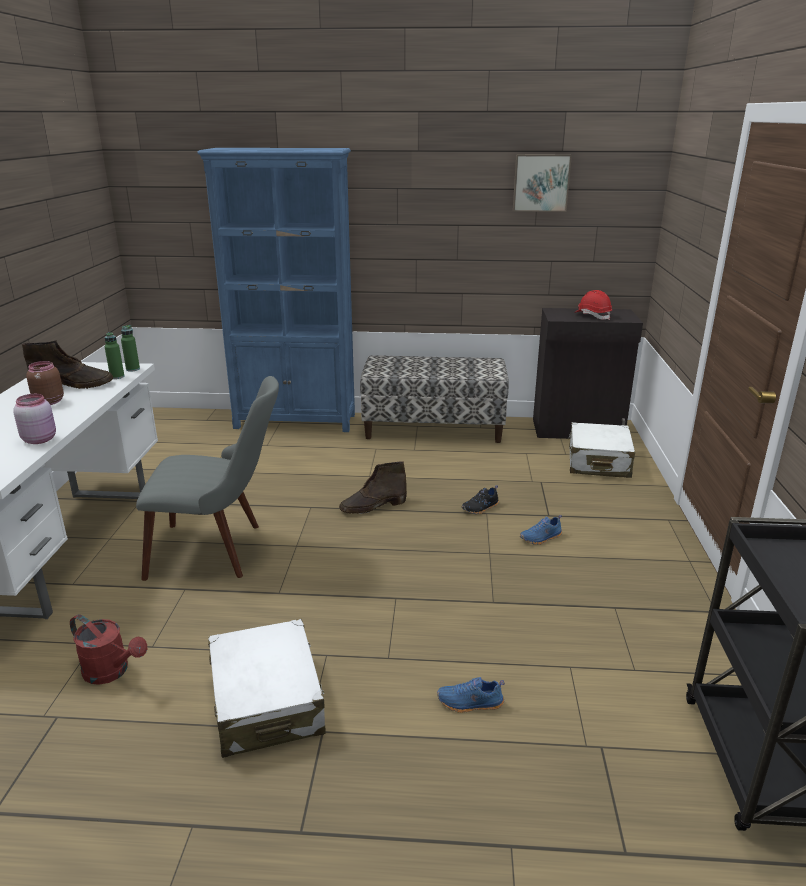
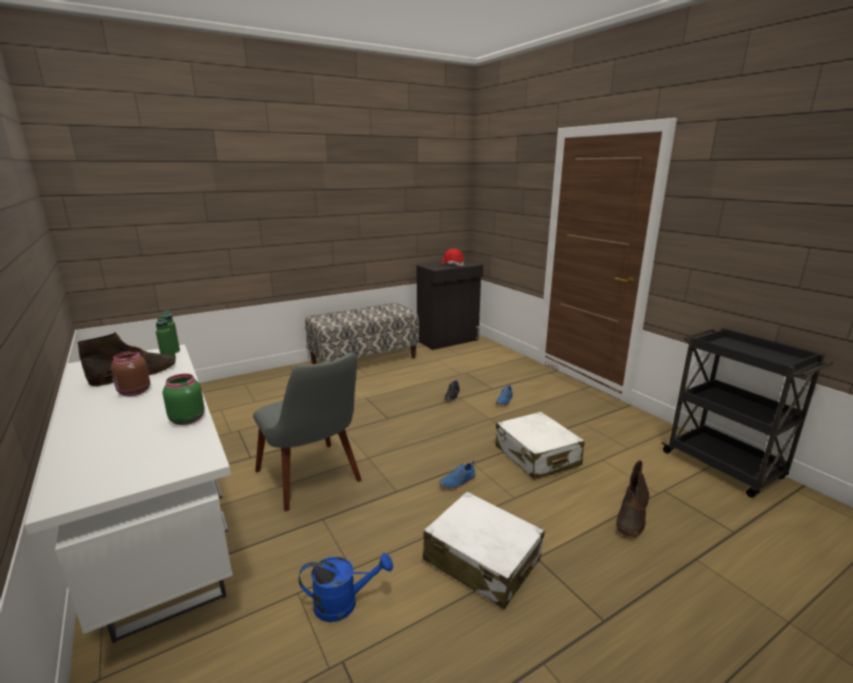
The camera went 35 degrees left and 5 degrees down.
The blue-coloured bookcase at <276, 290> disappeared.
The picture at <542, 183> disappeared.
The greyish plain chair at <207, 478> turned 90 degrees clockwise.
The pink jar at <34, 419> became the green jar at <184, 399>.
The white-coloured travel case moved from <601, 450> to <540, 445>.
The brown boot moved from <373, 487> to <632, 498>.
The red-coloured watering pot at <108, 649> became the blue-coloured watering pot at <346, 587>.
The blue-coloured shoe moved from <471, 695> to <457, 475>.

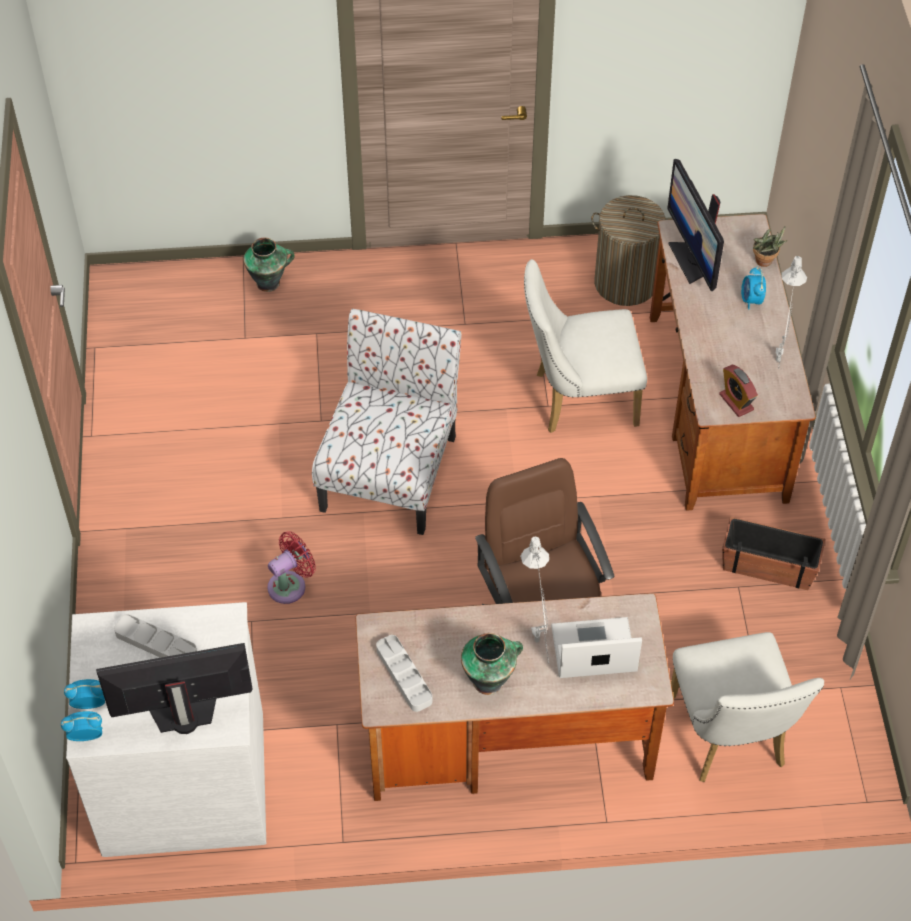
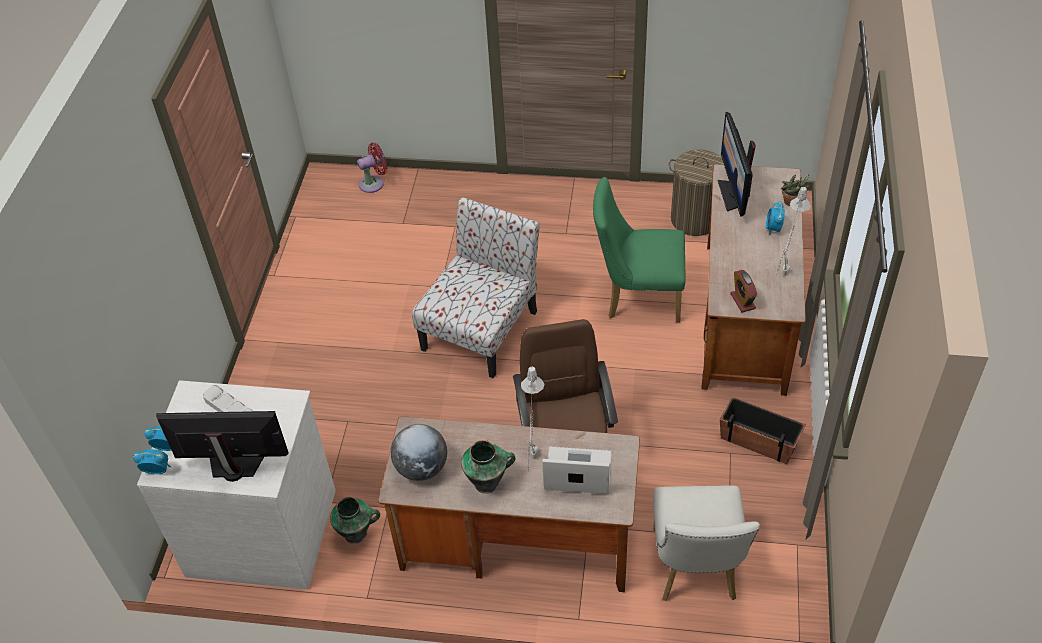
The camera went 15 degrees right and 5 degrees down.
The decorative vase moved from <269, 265> to <355, 520>.
The white-coloured plain chair at <585, 346> became the green plain chair at <639, 249>.
The red-coloured electric fan moved from <291, 567> to <372, 167>.
The greyish tray at <404, 673> was replaced by the world globe at <419, 452>.

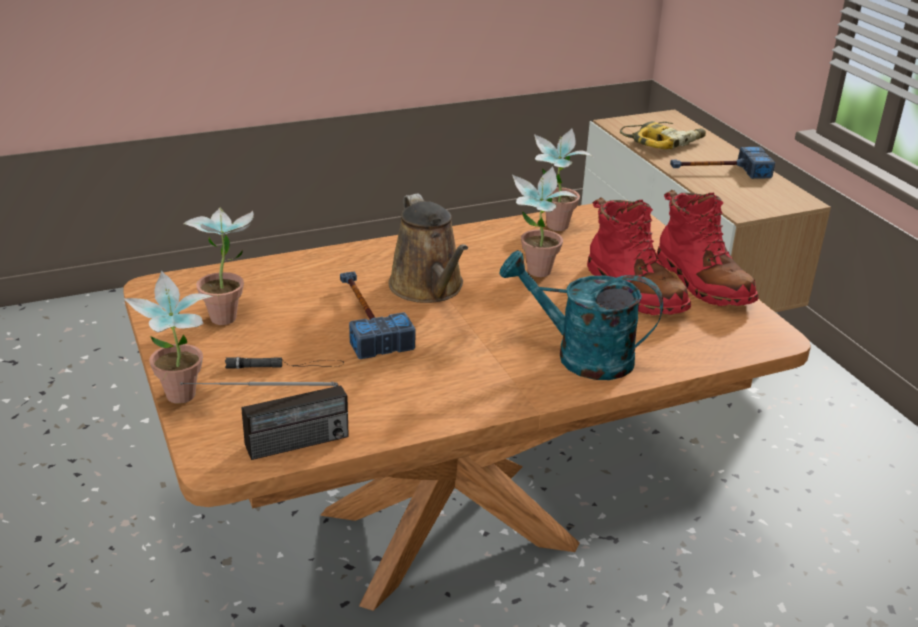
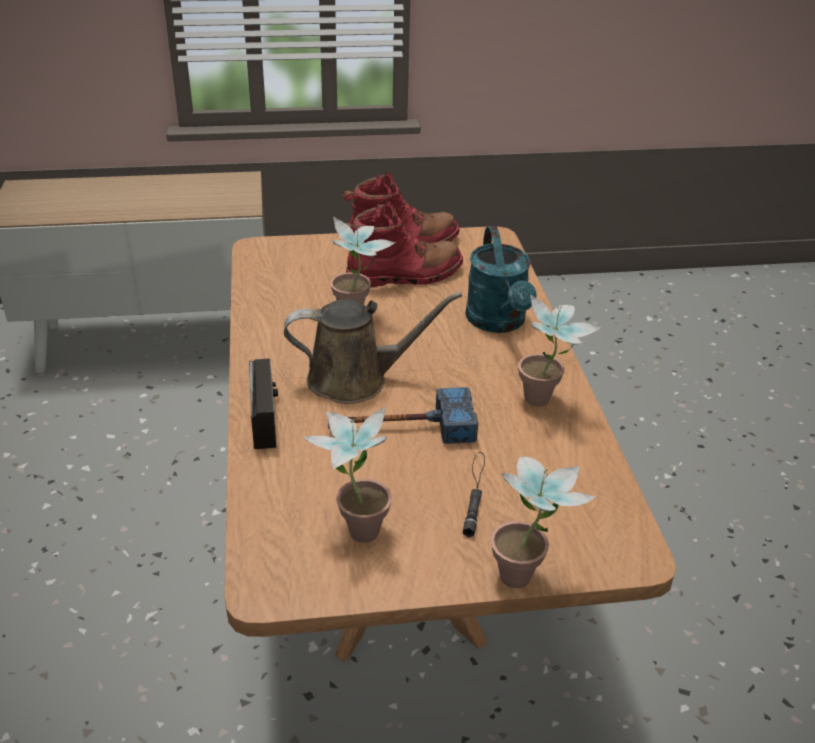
The camera went 75 degrees left and 5 degrees up.
The electric drill at <663, 135> disappeared.
The houseplant moved from <563, 179> to <559, 350>.
The tool hammer at <722, 163> disappeared.
The turquoise-coloured watering pot at <581, 315> turned 45 degrees counterclockwise.
The radio receiver moved from <264, 421> to <263, 403>.

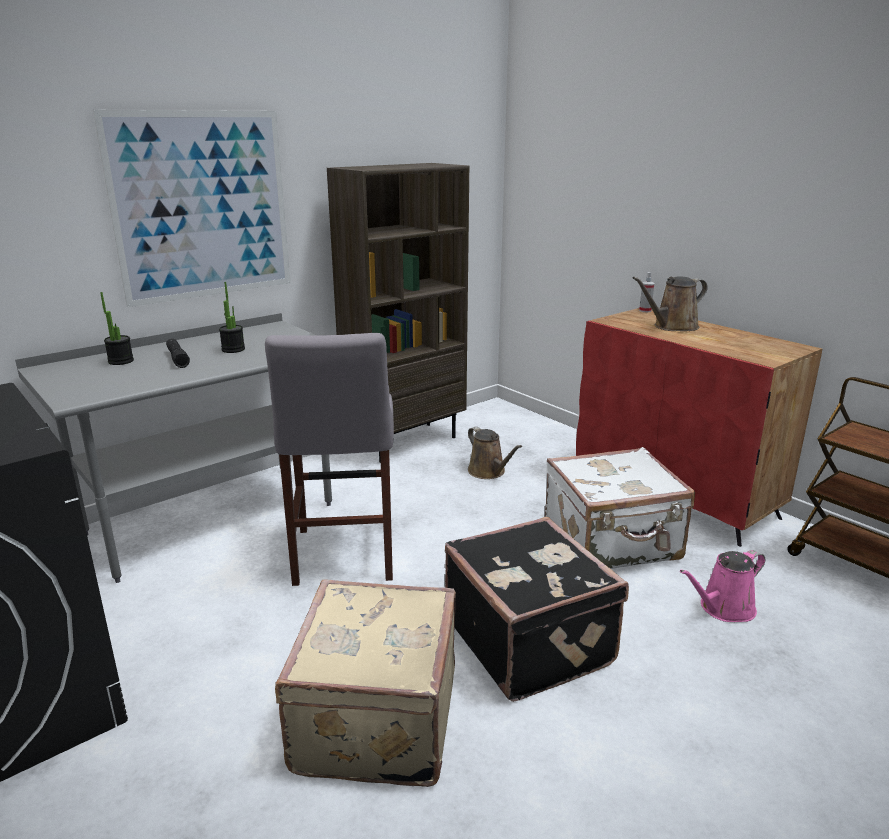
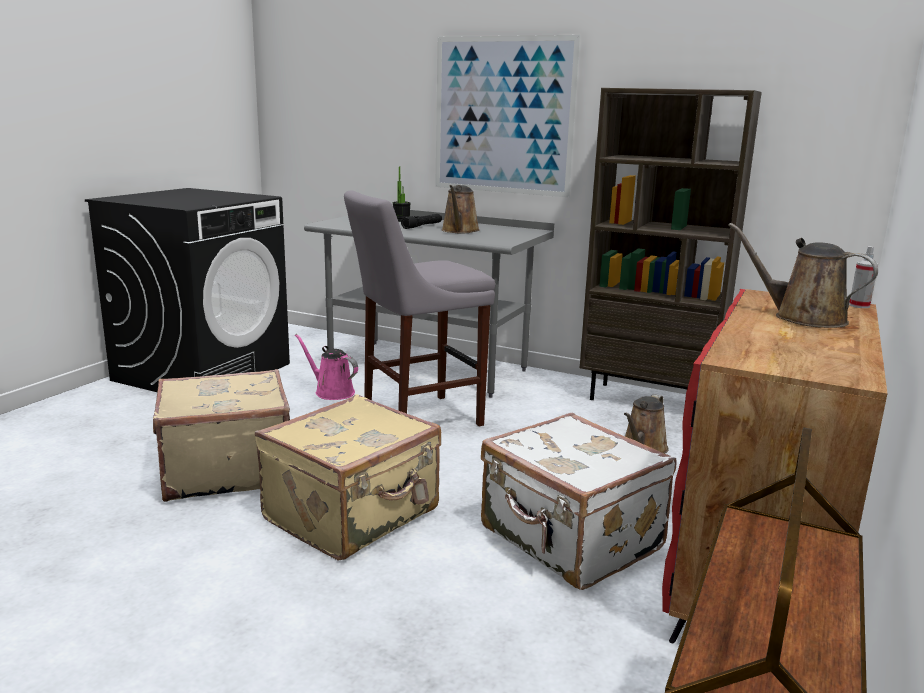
The camera went 65 degrees right and 5 degrees down.
The houseplant at <232, 317> was replaced by the brown watering pot at <460, 209>.
The black travel case at <537, 609> became the beige travel case at <348, 477>.
The pink watering pot moved from <722, 586> to <326, 367>.

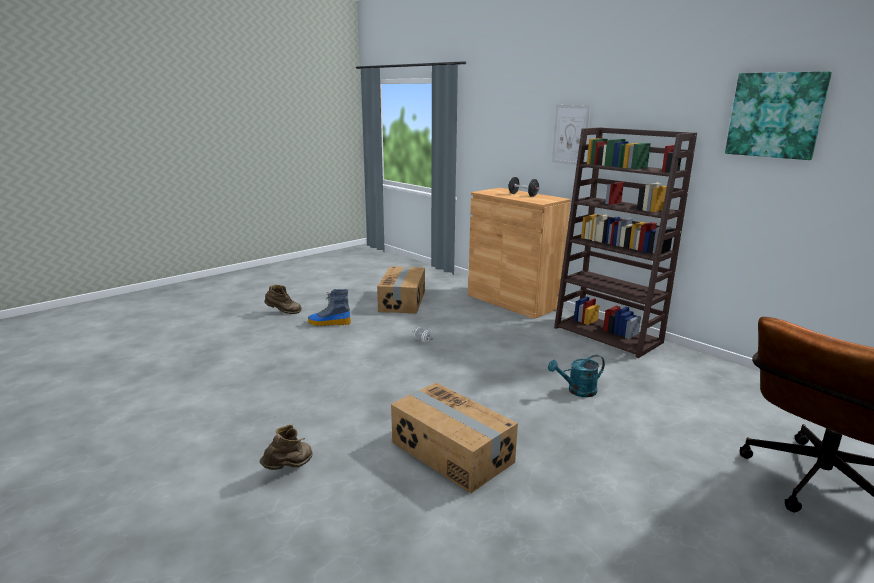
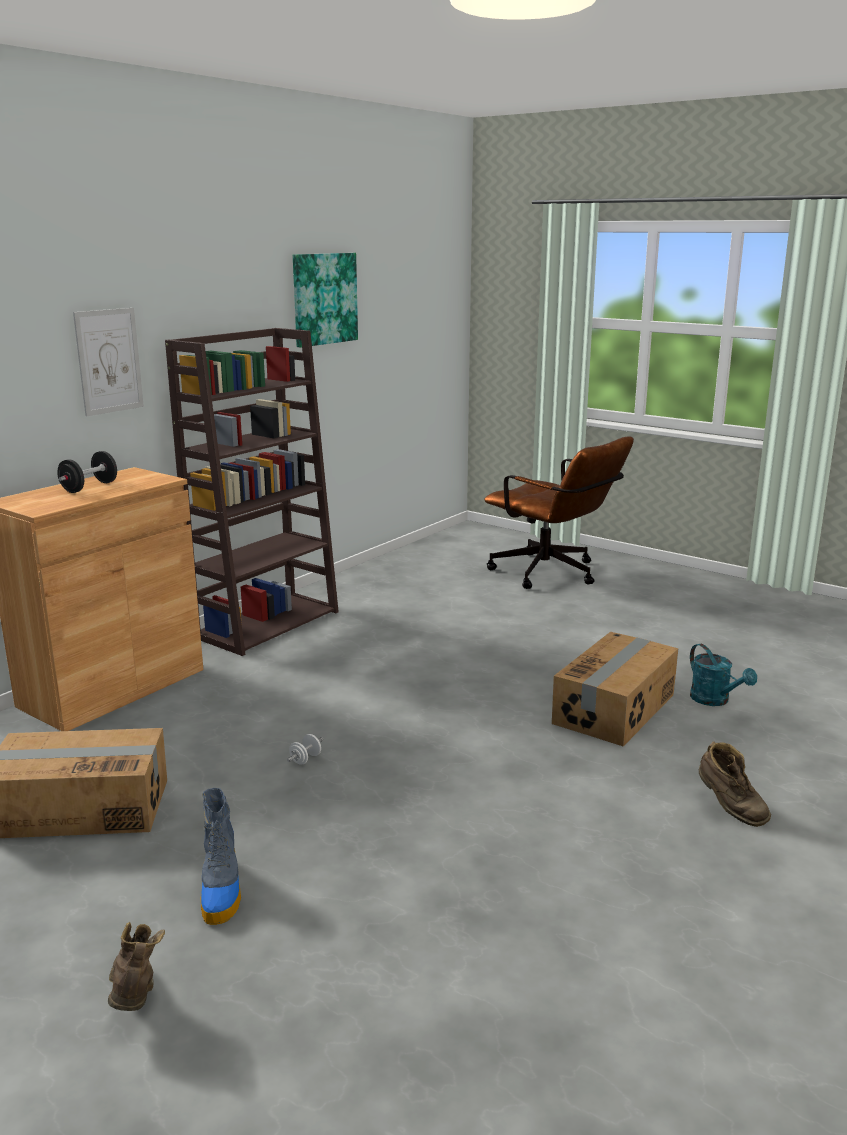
The camera went 100 degrees left and 0 degrees up.
The turquoise-coloured watering pot moved from <576, 376> to <723, 675>.
The brown boot at <286, 447> turned 150 degrees counterclockwise.

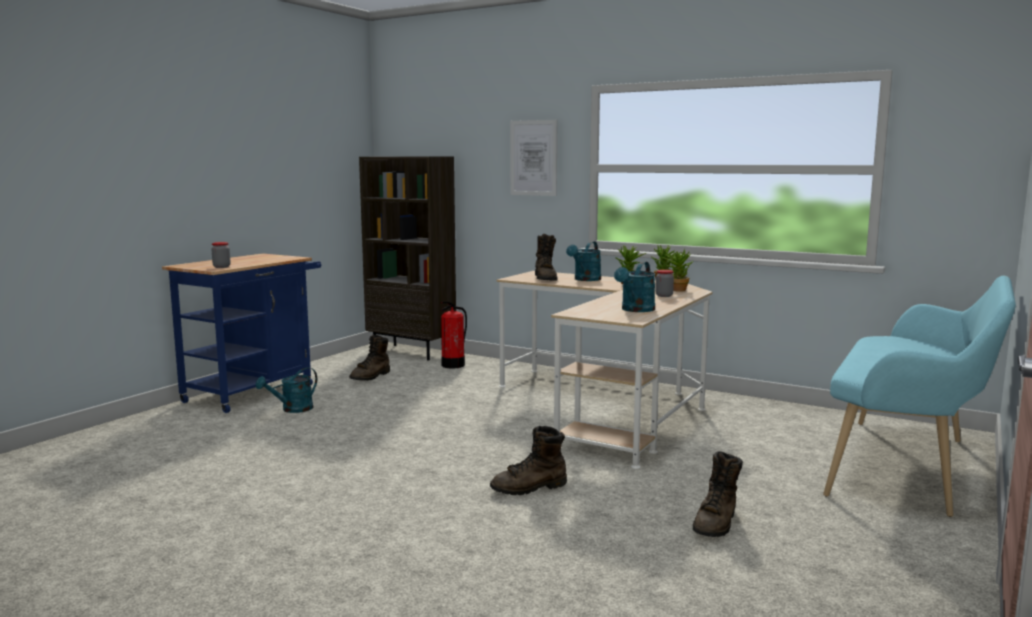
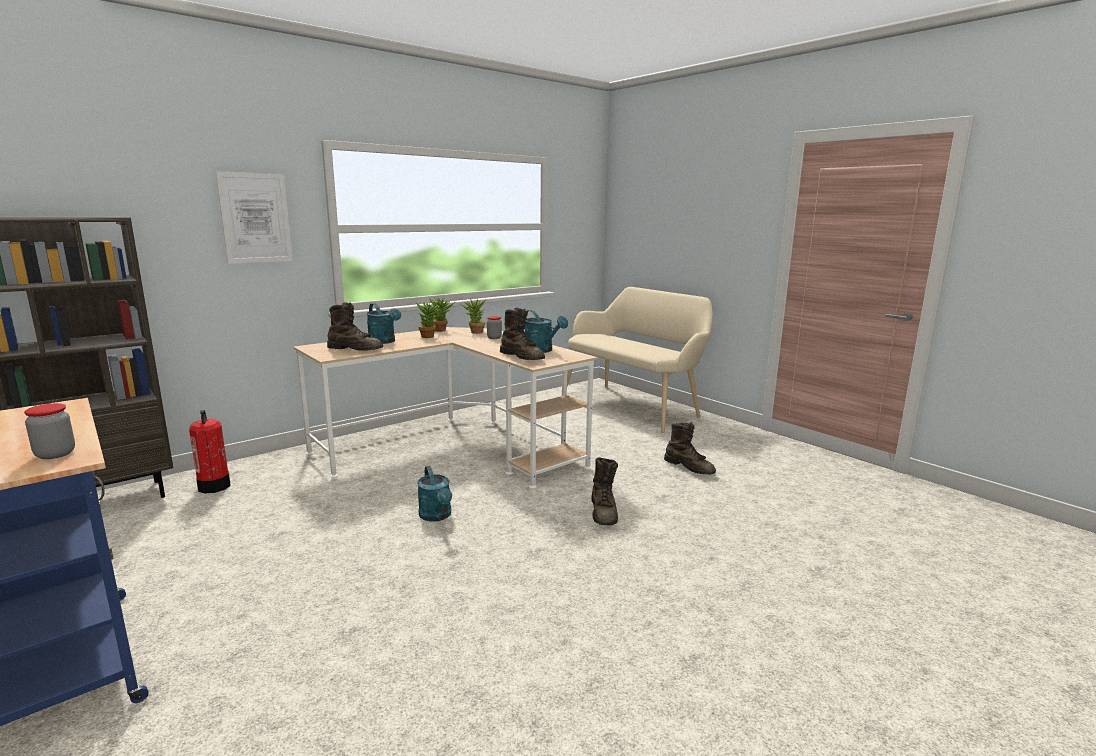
The camera went 70 degrees left and 5 degrees up.
The turquoise-coloured long seat at <919, 396> became the beige long seat at <640, 360>.
The brown boot moved from <369, 357> to <522, 334>.
The turquoise-coloured watering pot moved from <286, 390> to <434, 493>.

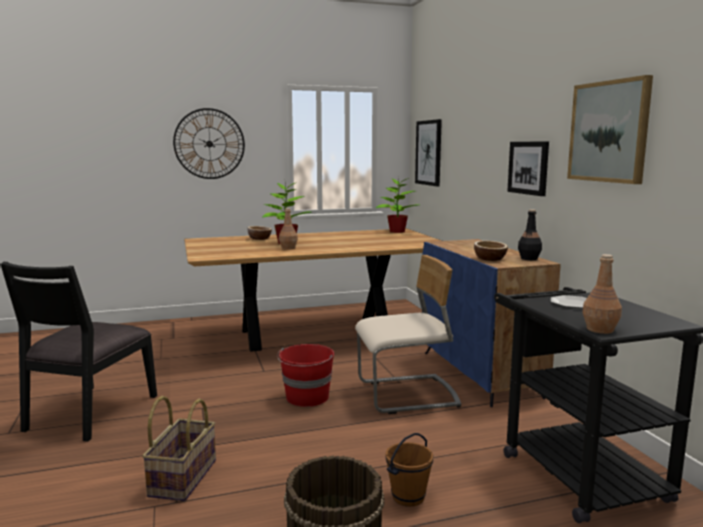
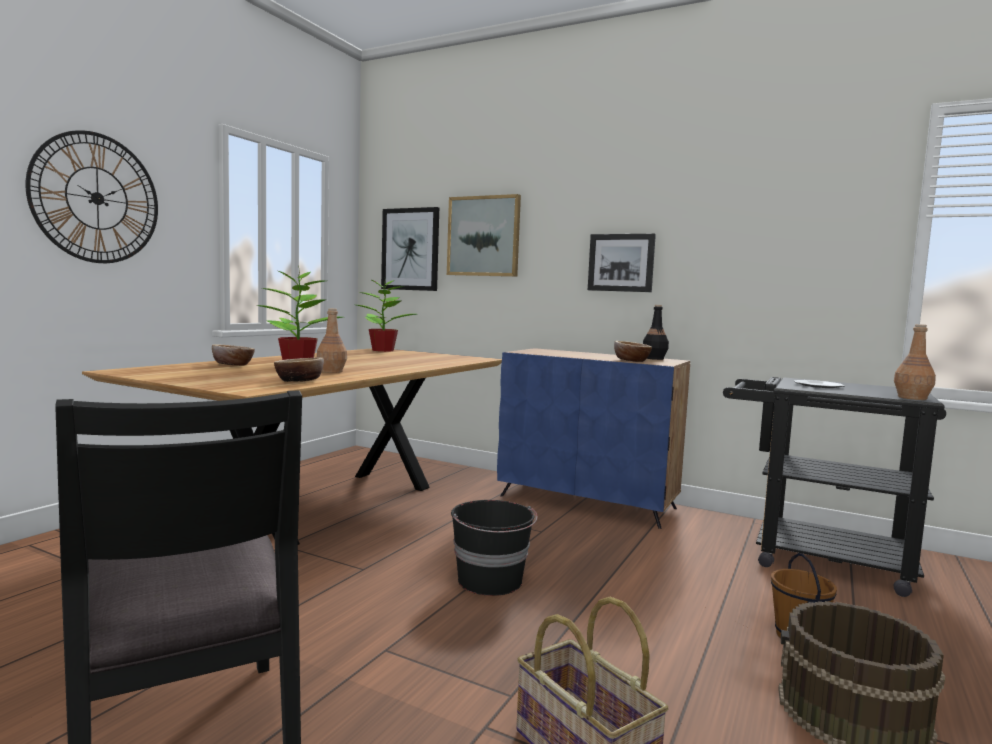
The camera went 45 degrees left and 5 degrees down.
The picture moved from <610, 129> to <484, 235>.
The beige plain chair at <408, 334> disappeared.
The red-coloured water bucket at <305, 375> became the black water bucket at <494, 548>.
The serving bowl at <299, 370> appeared.

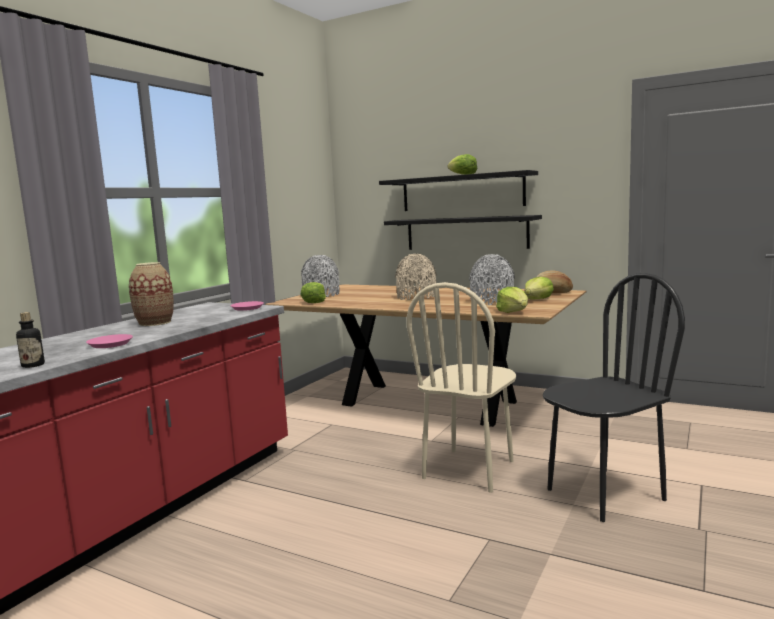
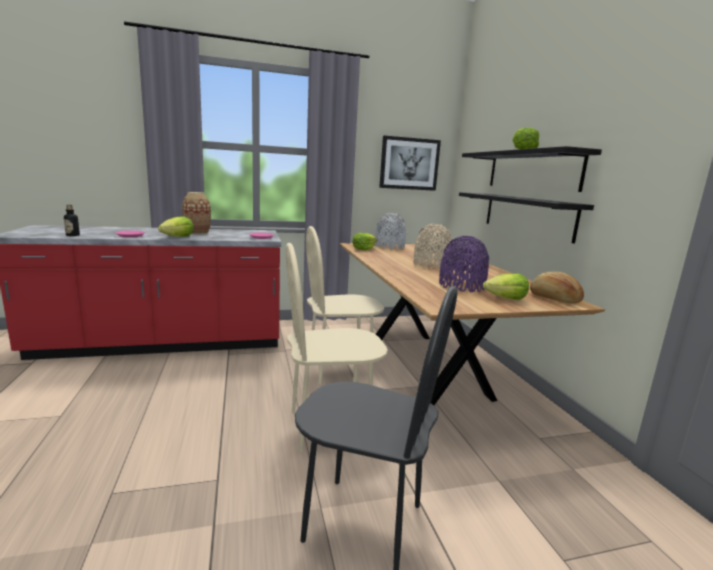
The camera went 45 degrees right and 5 degrees up.
The greyish decorative vase at <492, 279> became the purple-coloured decorative vase at <464, 264>.
The head of lettuce moved from <512, 300> to <176, 226>.
The picture at <410, 163> appeared.
The beige plain chair at <345, 305> appeared.

